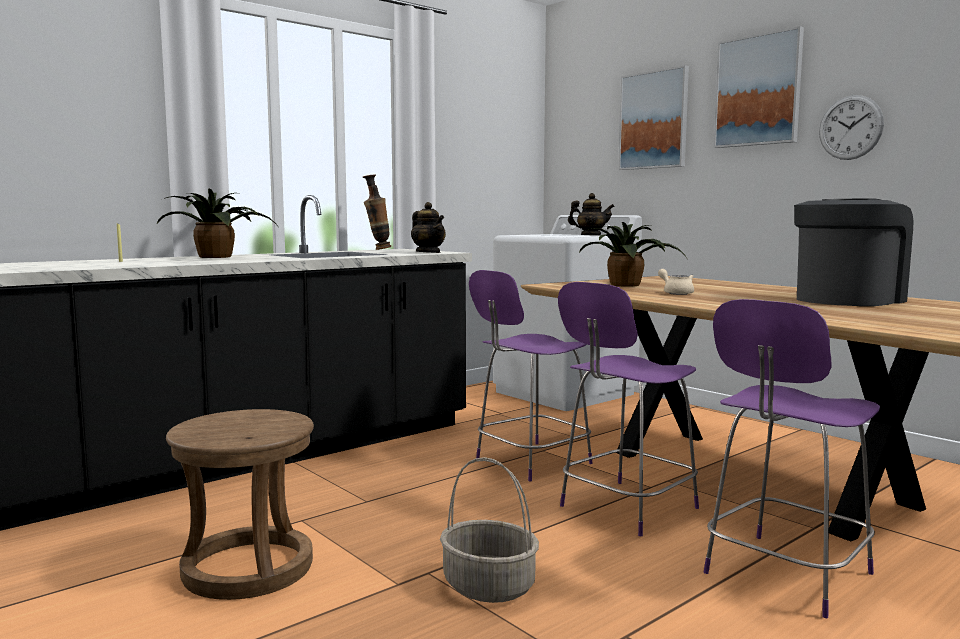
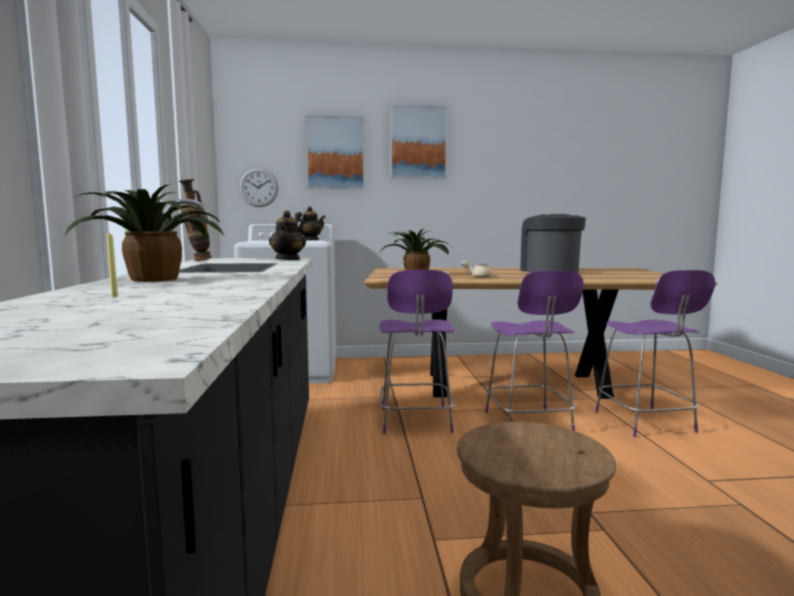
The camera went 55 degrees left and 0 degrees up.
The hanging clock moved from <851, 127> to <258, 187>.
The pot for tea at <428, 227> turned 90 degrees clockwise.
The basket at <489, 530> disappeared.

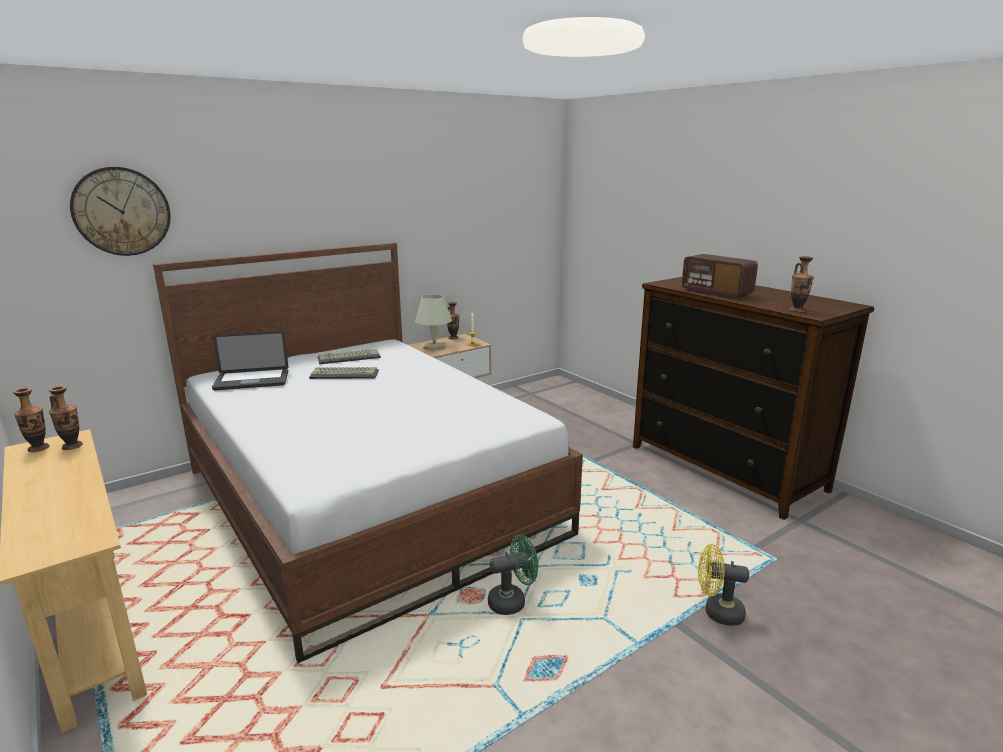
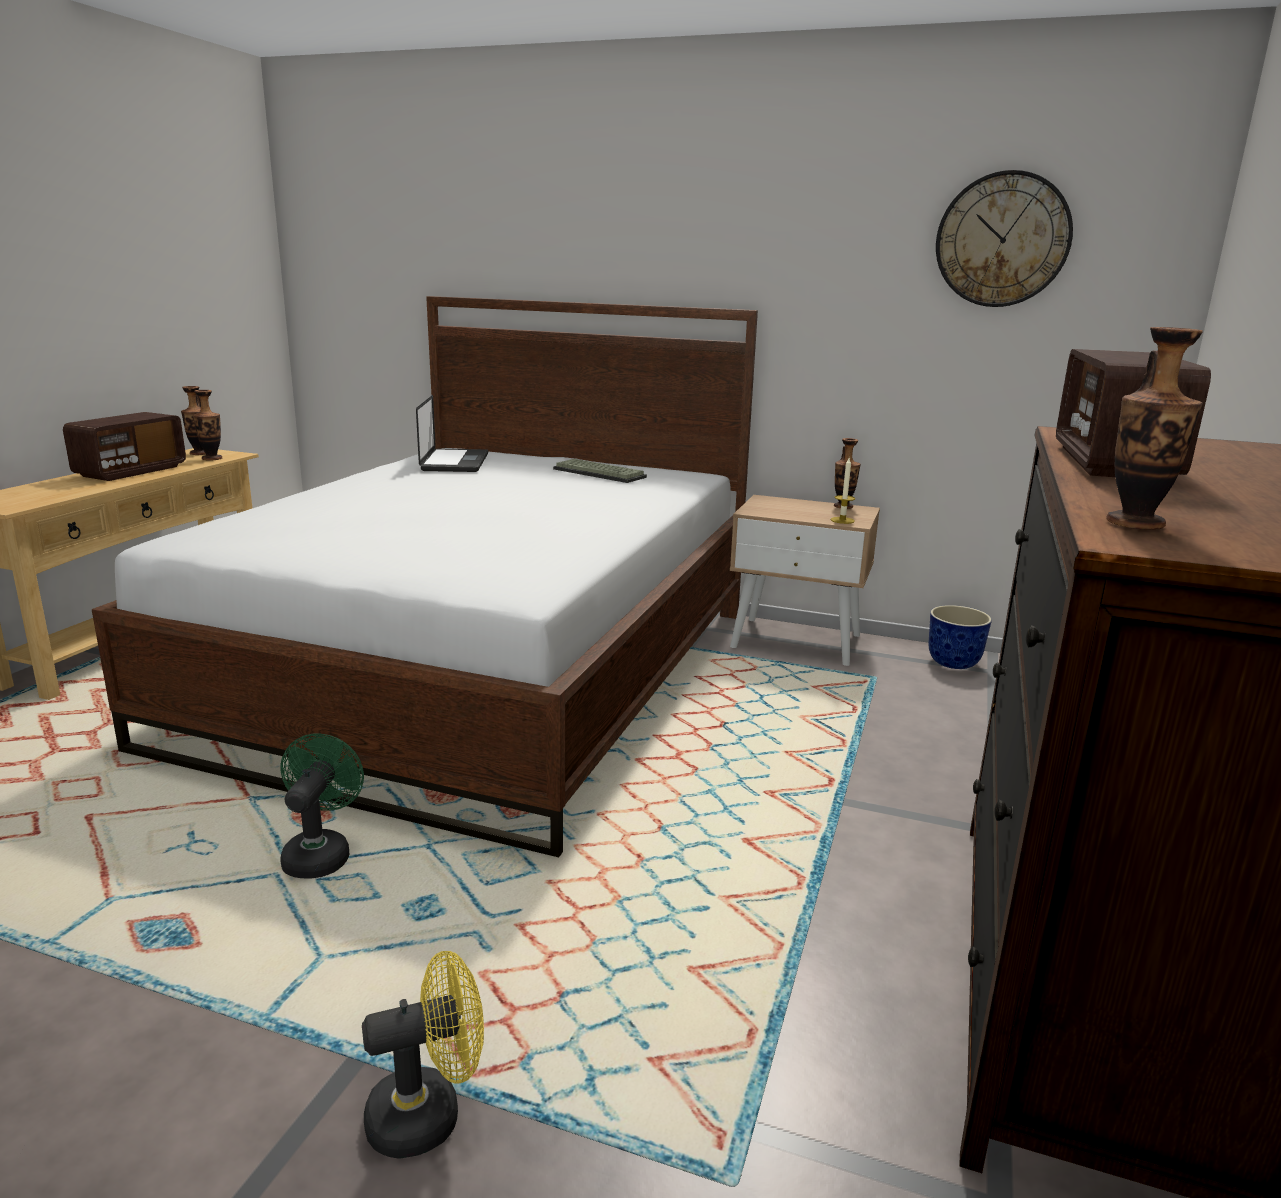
The camera went 55 degrees right and 0 degrees up.
The hanging clock moved from <120, 211> to <1004, 238>.
The beige table lamp at <433, 321> disappeared.
The laptop at <250, 360> turned 135 degrees counterclockwise.
The PC keyboard at <344, 373> disappeared.
The green electric fan at <513, 574> turned 120 degrees counterclockwise.
The yellowish electric fan at <723, 585> turned 90 degrees clockwise.
The radio receiver at <124, 446> appeared.
The flower pot at <960, 637> appeared.

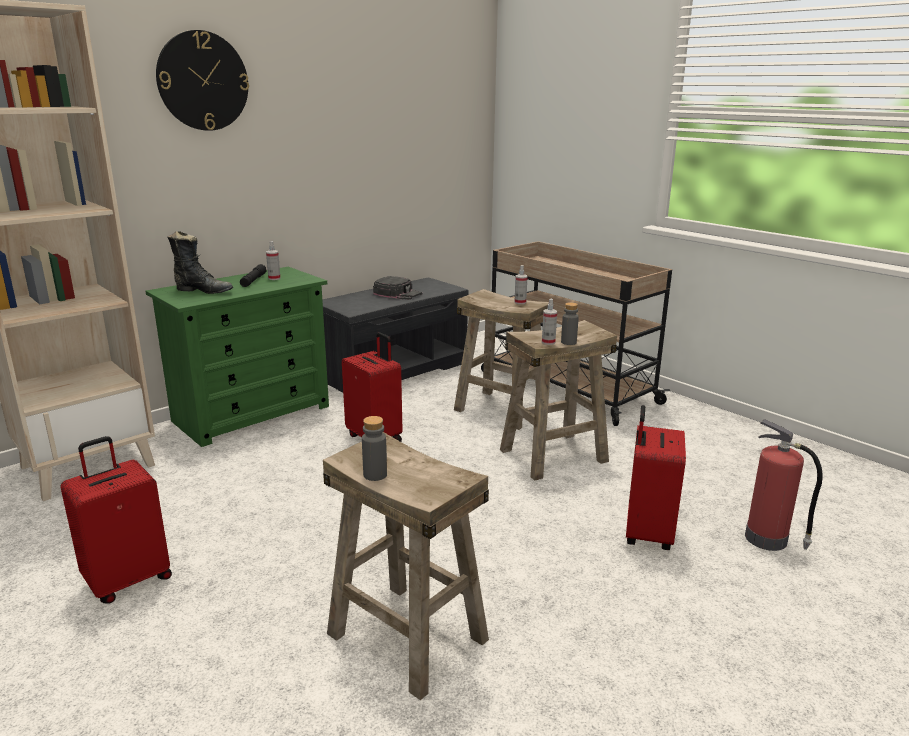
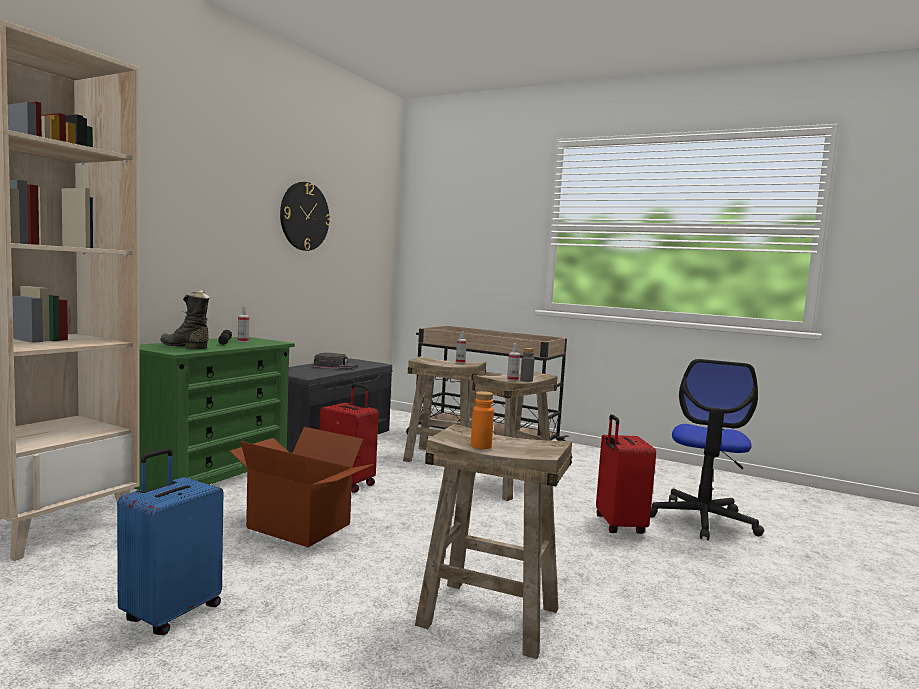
The camera went 20 degrees left and 15 degrees down.
The hanging clock moved from <202, 80> to <305, 216>.
The black boot at <200, 262> turned 150 degrees counterclockwise.
The greyish drink bottle at <374, 448> became the orangey drink bottle at <482, 420>.
The extinguisher at <783, 485> was replaced by the desk chair at <707, 450>.
The red-coloured travel case at <116, 519> became the blue-coloured travel case at <170, 541>.
The cardboard box at <302, 487> appeared.

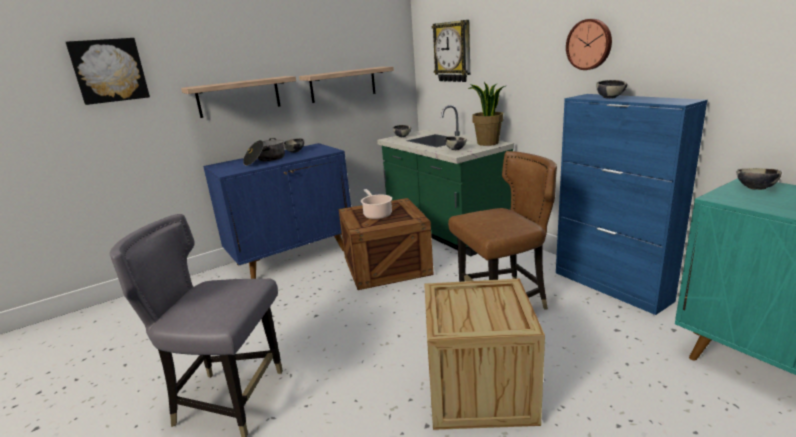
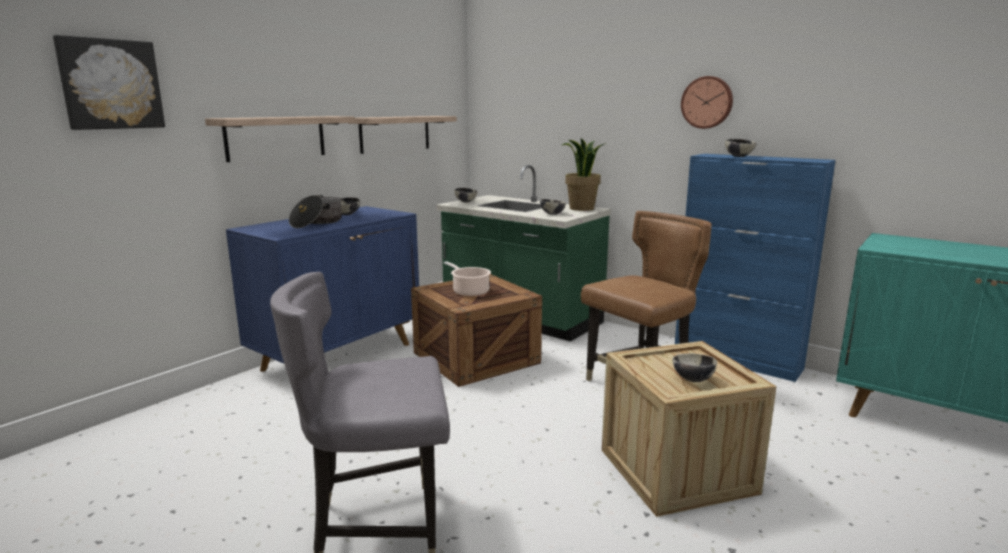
The camera went 20 degrees left and 5 degrees down.
The hanging clock at <451, 51> disappeared.
The serving bowl moved from <759, 179> to <695, 367>.

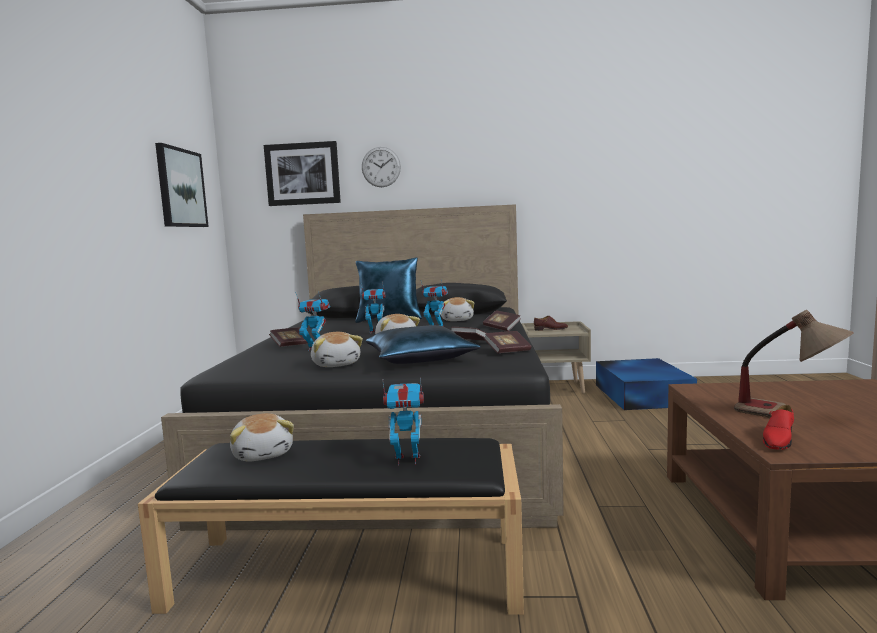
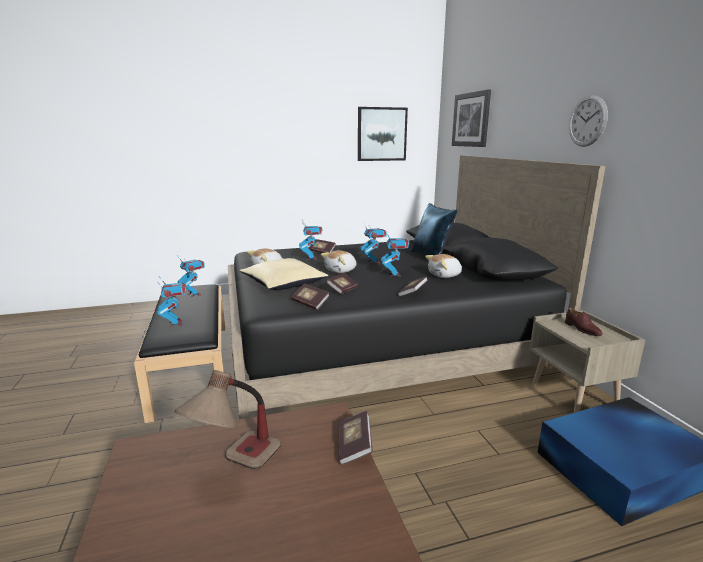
The camera went 70 degrees right and 10 degrees up.
The hanging clock moved from <381, 167> to <588, 121>.
The blue-coloured cushion at <423, 344> became the beige cushion at <283, 274>.
The red-coloured shoe at <778, 427> disappeared.
The cuddly toy at <262, 437> was replaced by the robot figure at <191, 276>.
The book at <355, 438> appeared.

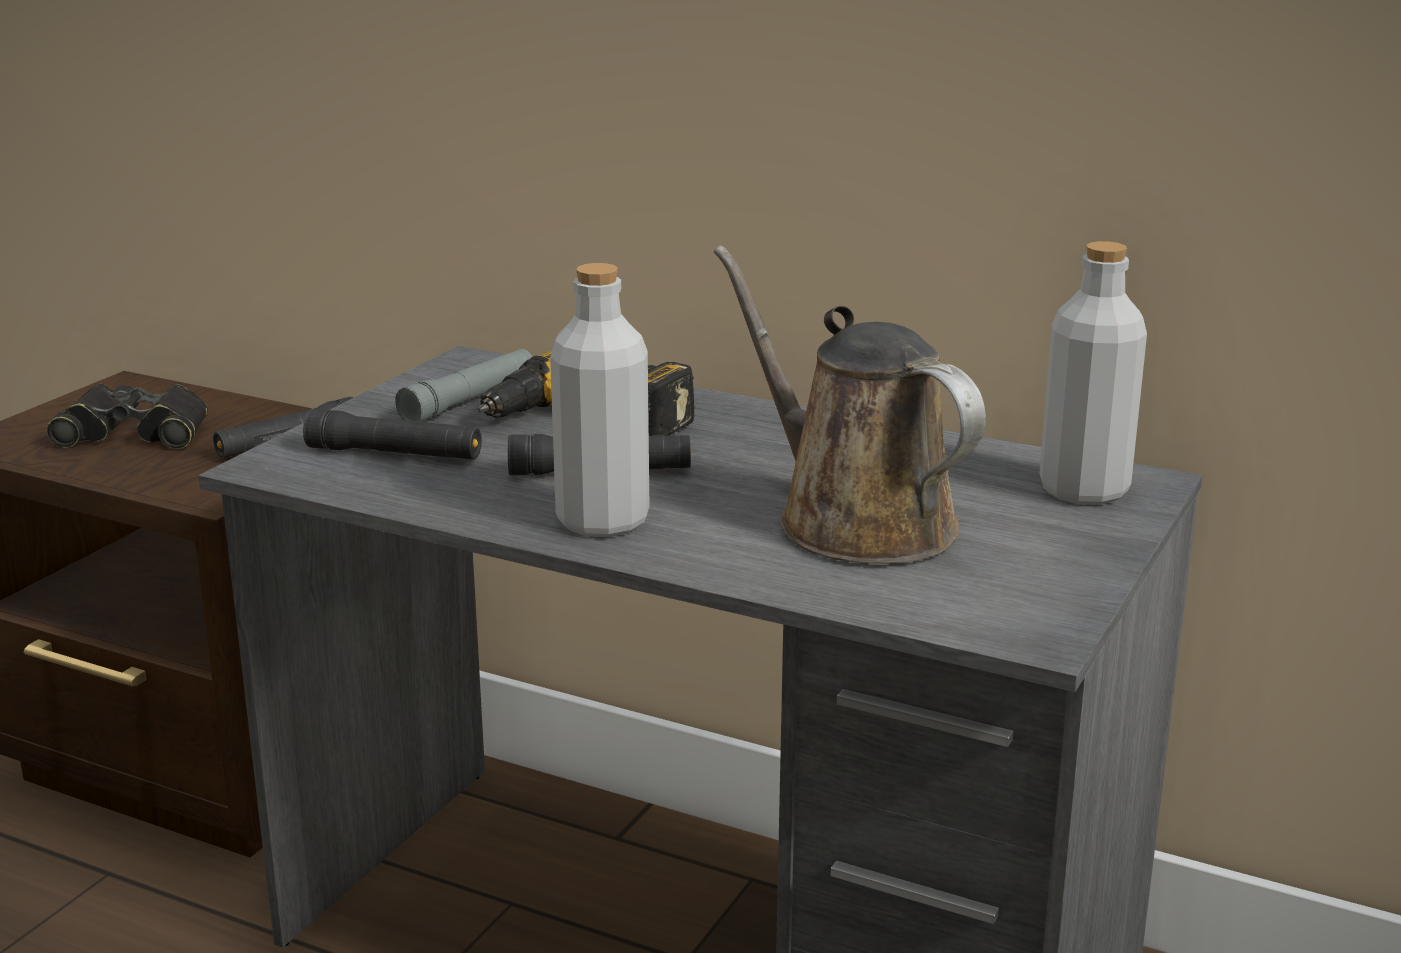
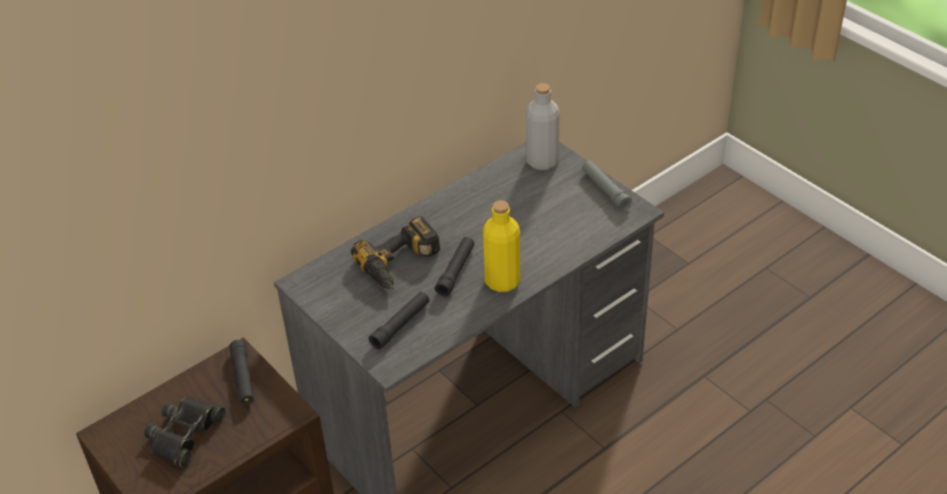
The camera went 65 degrees left and 20 degrees up.
The brown watering pot at <850, 405> disappeared.
The greyish drink bottle at <599, 400> became the yellowish drink bottle at <501, 246>.
The greyish torch moved from <463, 385> to <607, 185>.

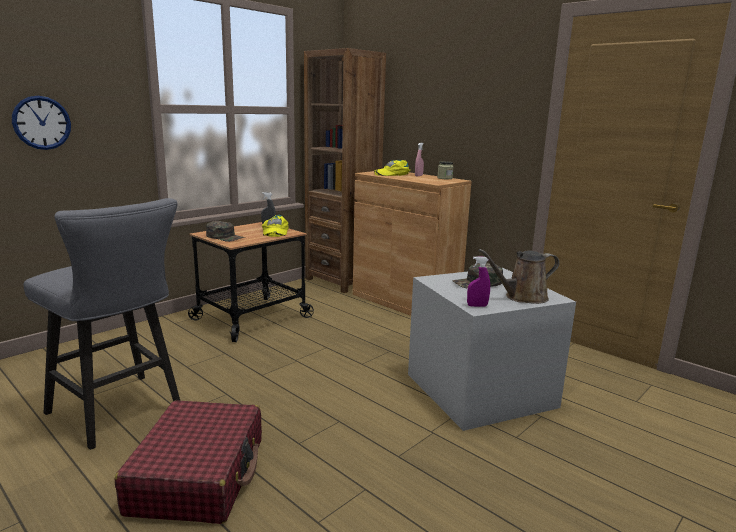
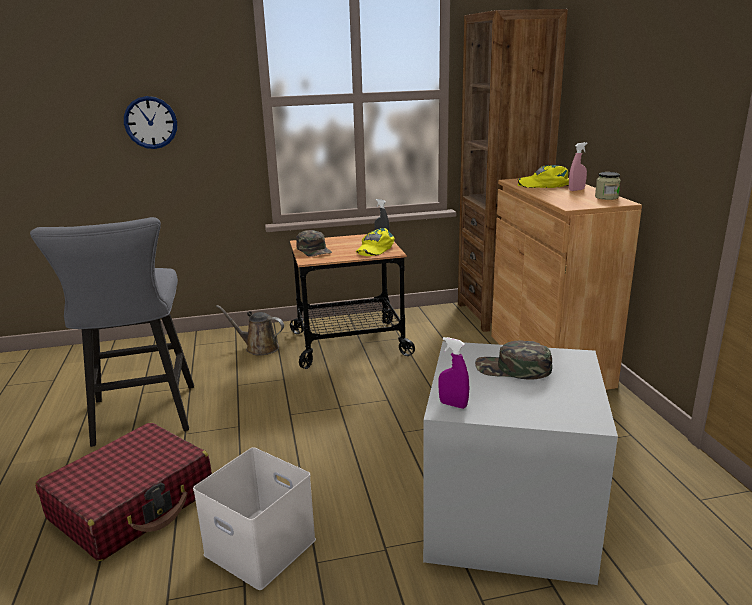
The camera went 35 degrees right and 5 degrees up.
The brown watering pot moved from <518, 276> to <250, 330>.
The white-coloured storage bin at <254, 518> appeared.

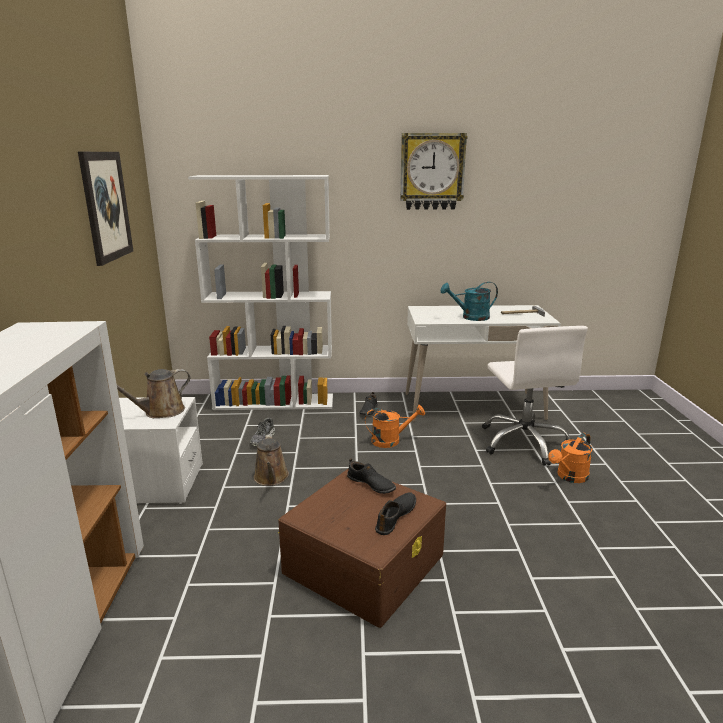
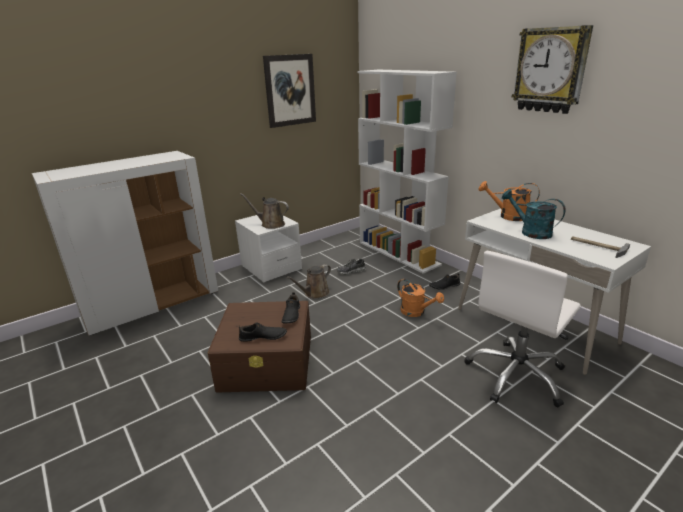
The camera went 55 degrees right and 5 degrees up.
The orangey watering pot moved from <570, 458> to <509, 201>.

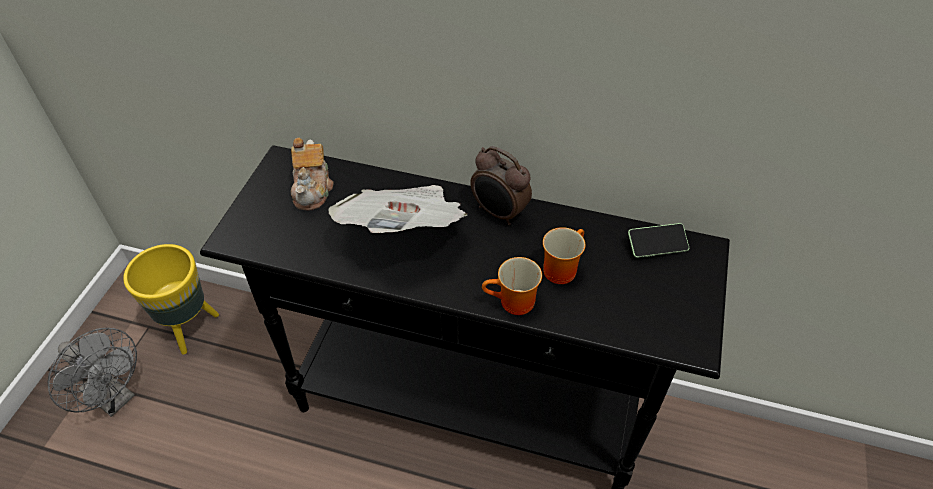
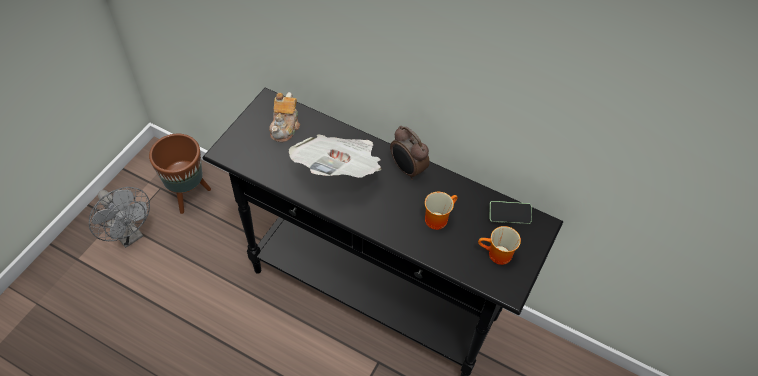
The camera went 10 degrees right and 5 degrees up.
The yellowish flower pot at <171, 299> became the brown flower pot at <180, 174>.
The tea mug moved from <512, 286> to <499, 245>.

